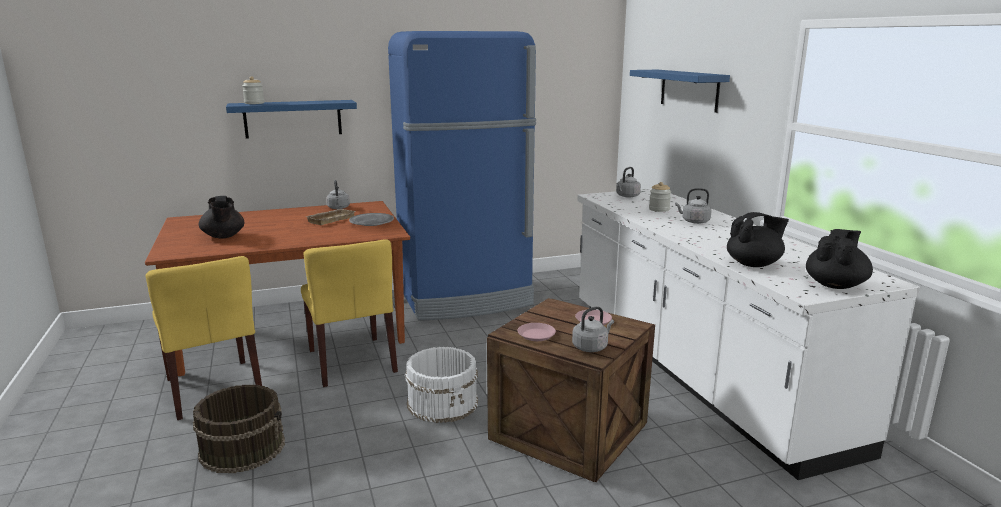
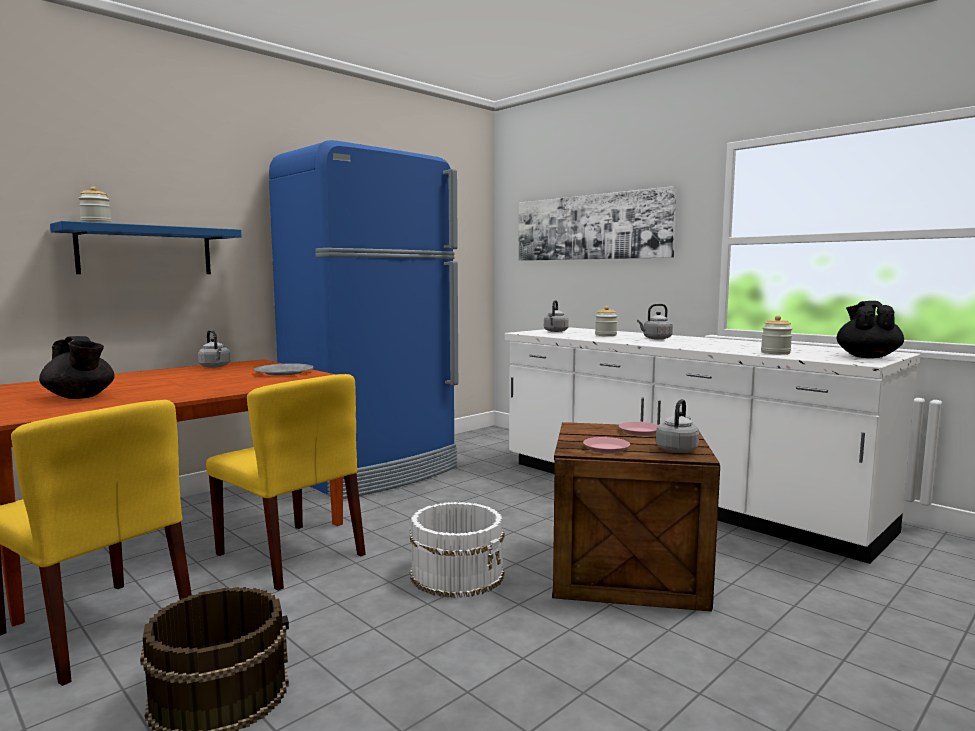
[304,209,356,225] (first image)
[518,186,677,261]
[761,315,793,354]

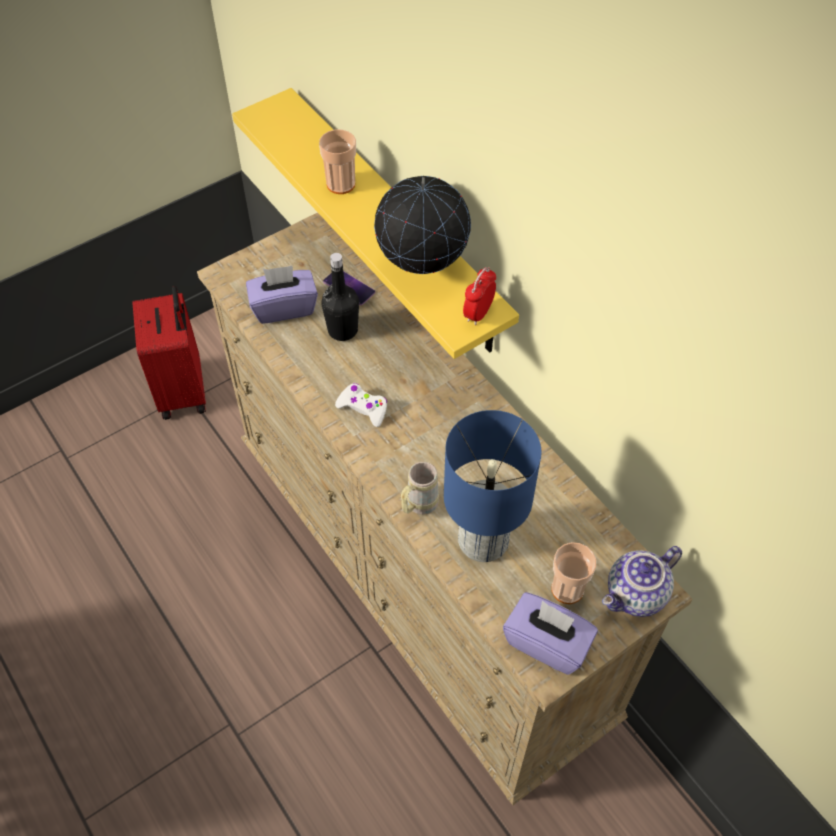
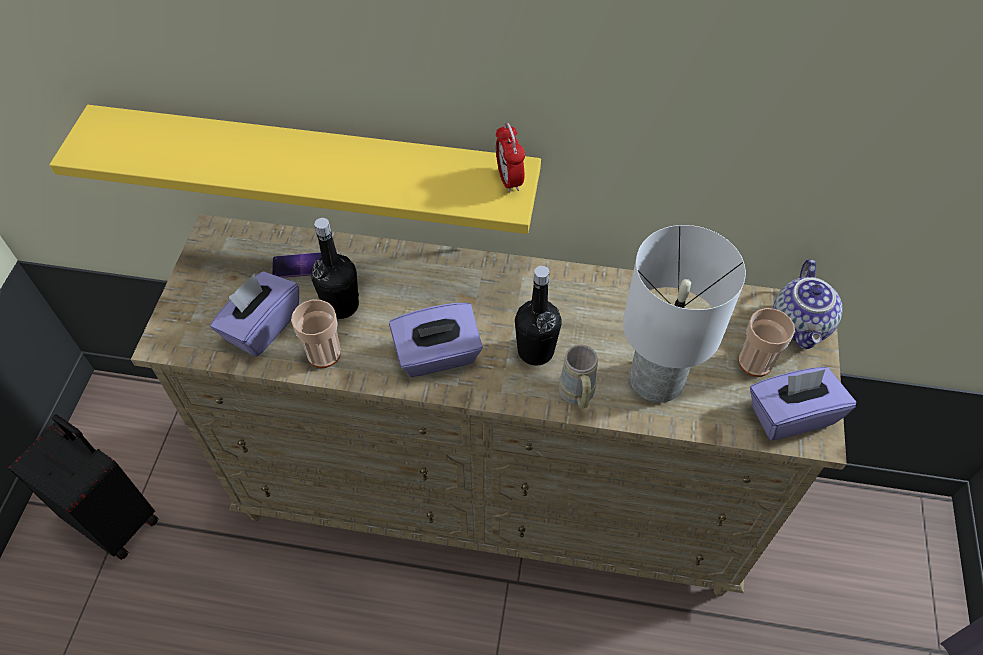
[374,176,471,274] (first image)
[515,266,562,366]
[291,300,341,368]
[389,303,483,377]
[8,414,158,560]
[623,225,746,403]

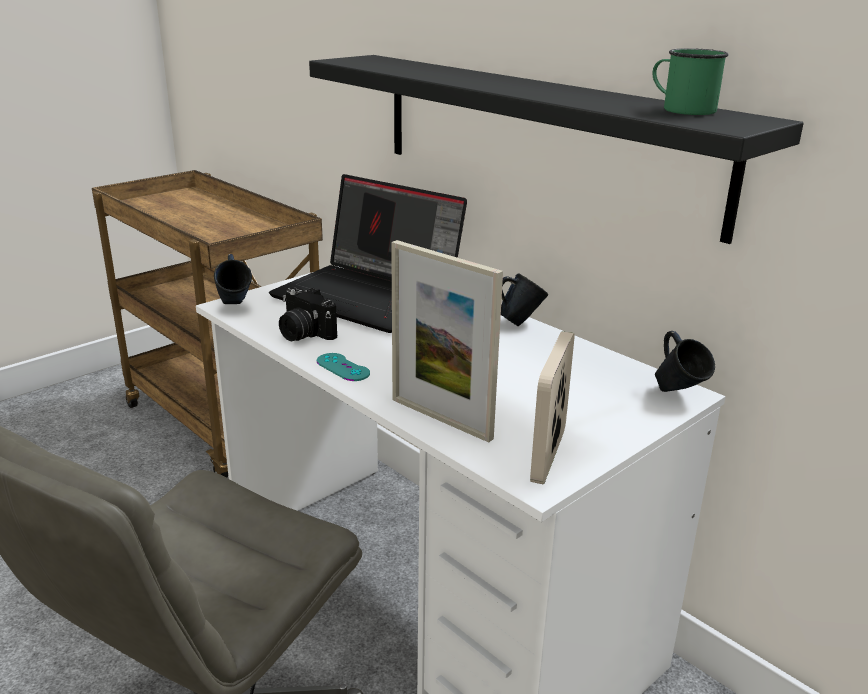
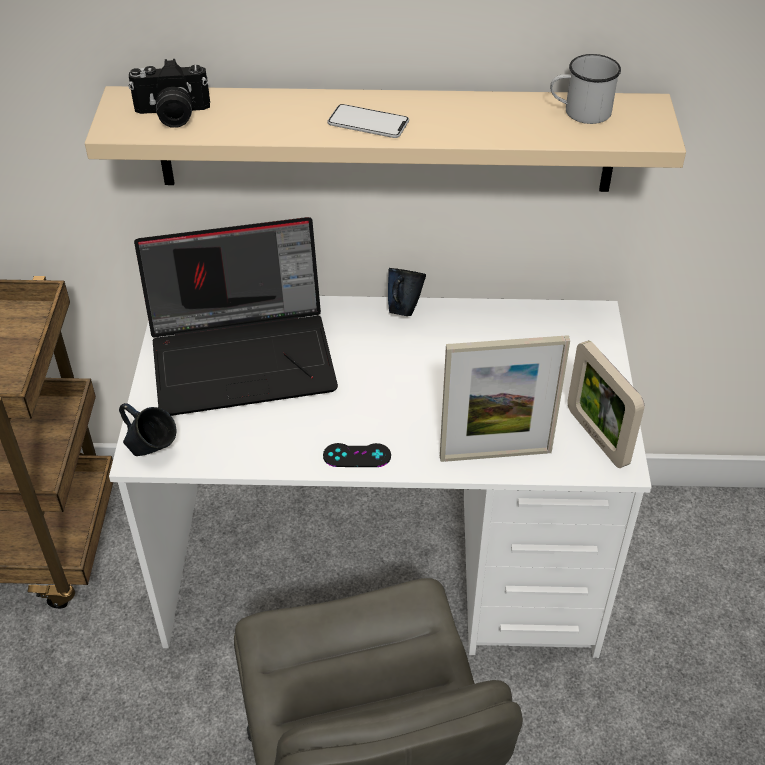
[655,331,715,392] (first image)
[327,104,409,138]
[128,59,210,128]
[85,86,686,192]
[323,443,391,467]
[550,54,621,124]

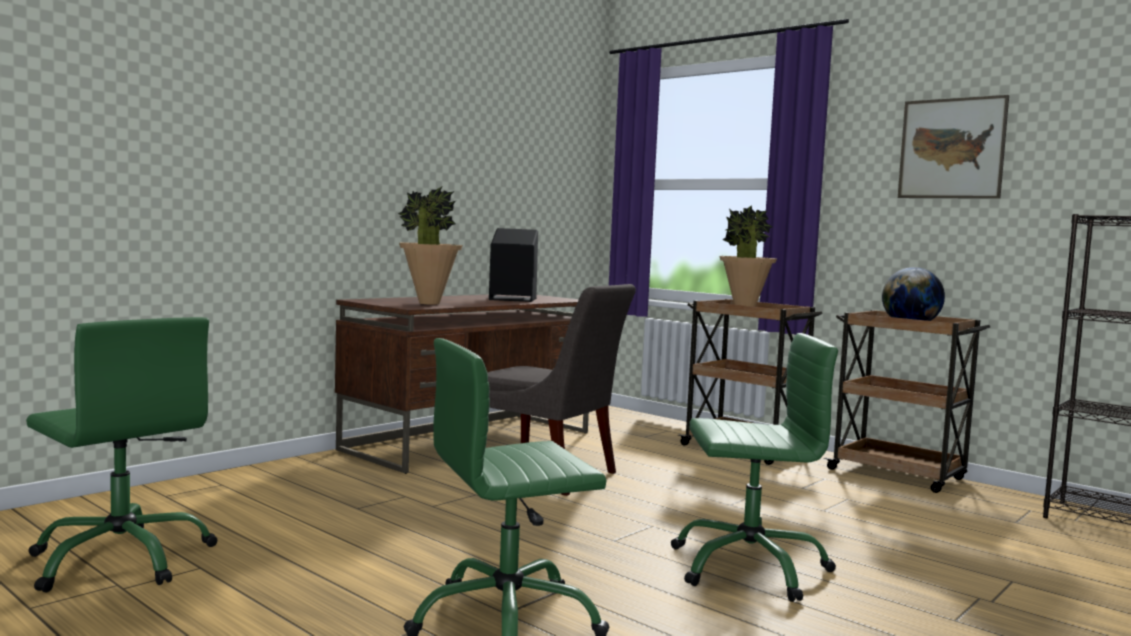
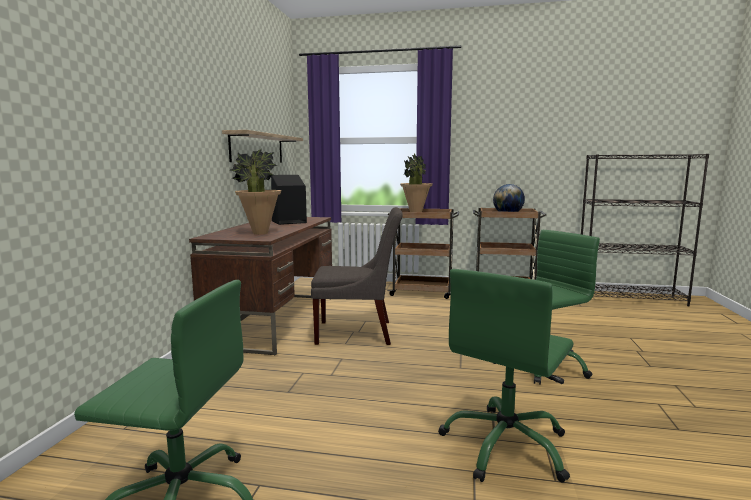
[898,95,1009,199] (first image)
[222,130,303,162]

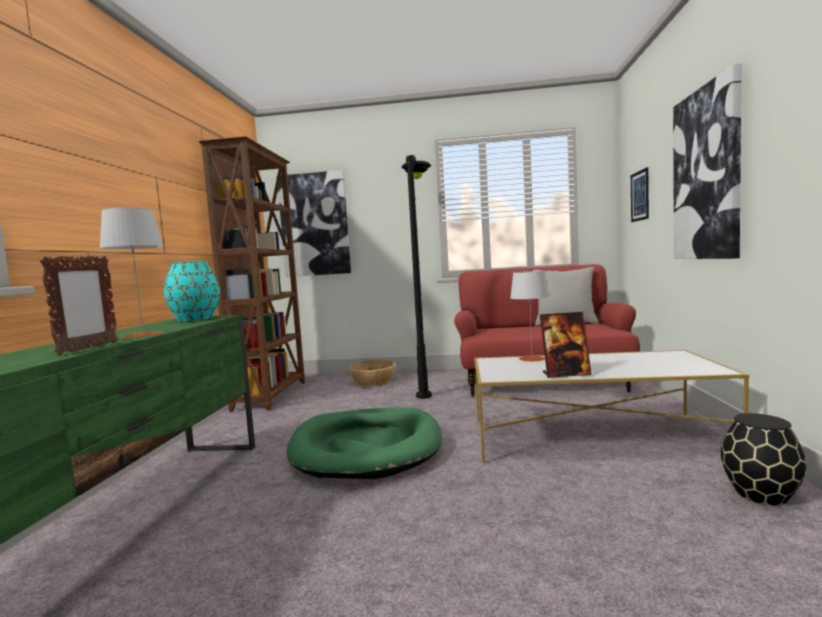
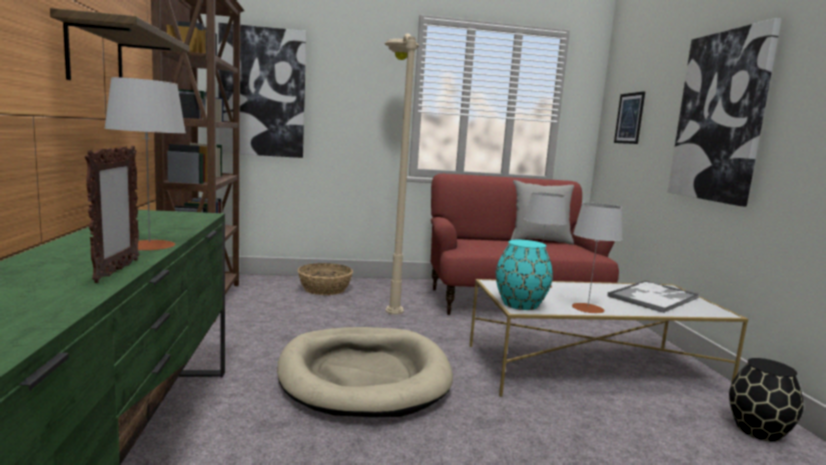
[50,8,189,80]
[608,280,699,313]
[496,240,553,310]
[572,203,623,313]
[277,327,453,417]
[384,34,419,315]

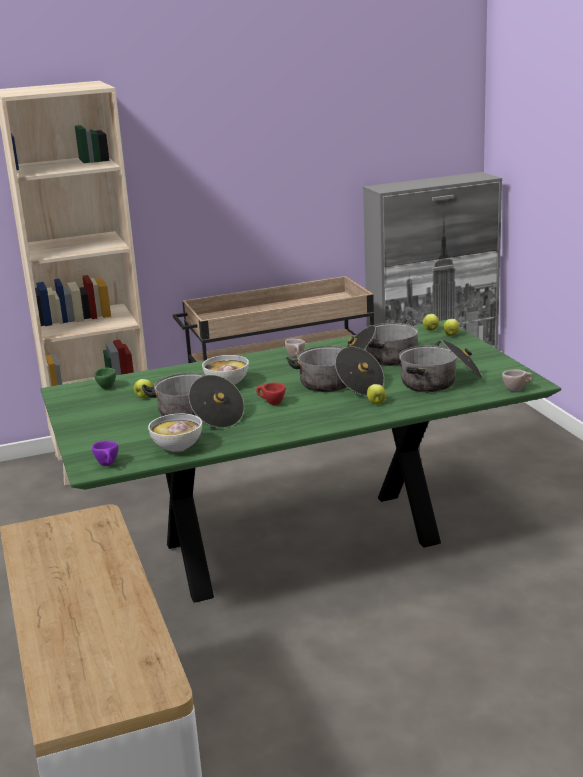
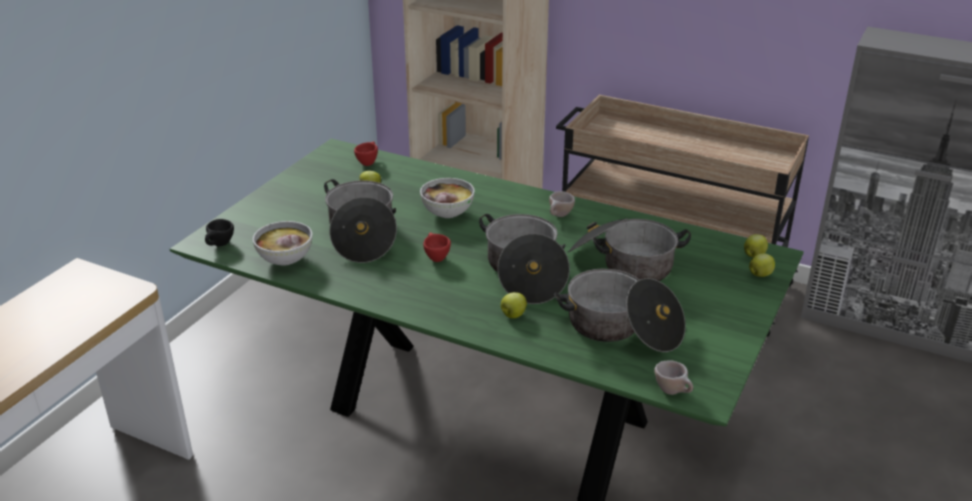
[205,219,234,246]
[354,141,378,166]

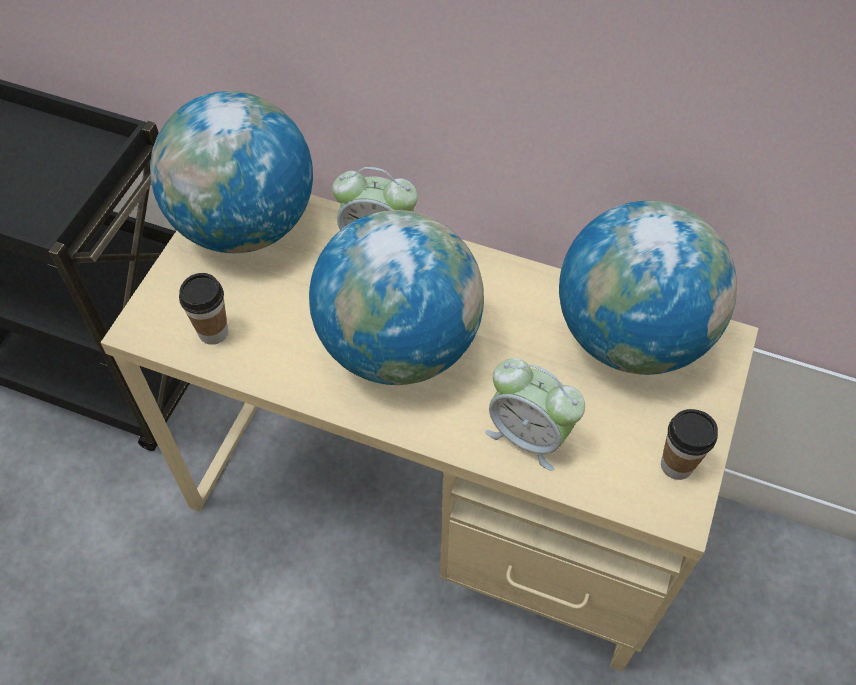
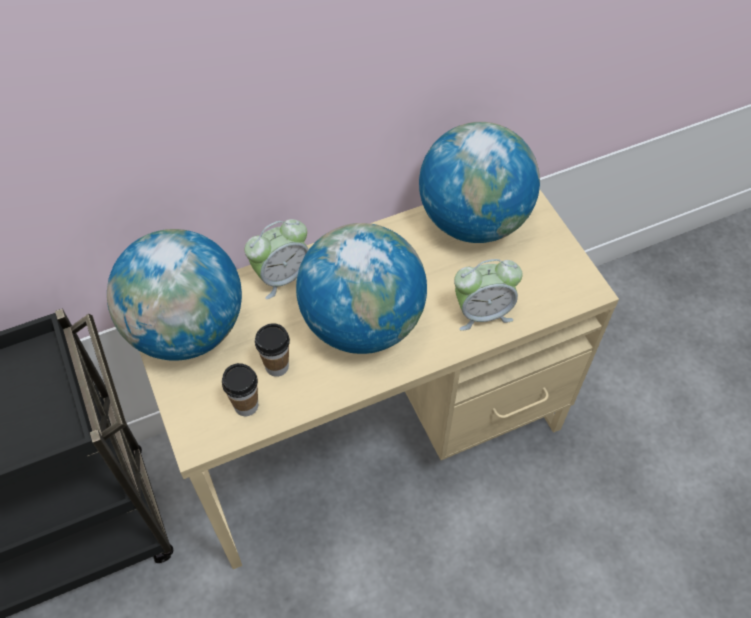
[255,323,290,377]

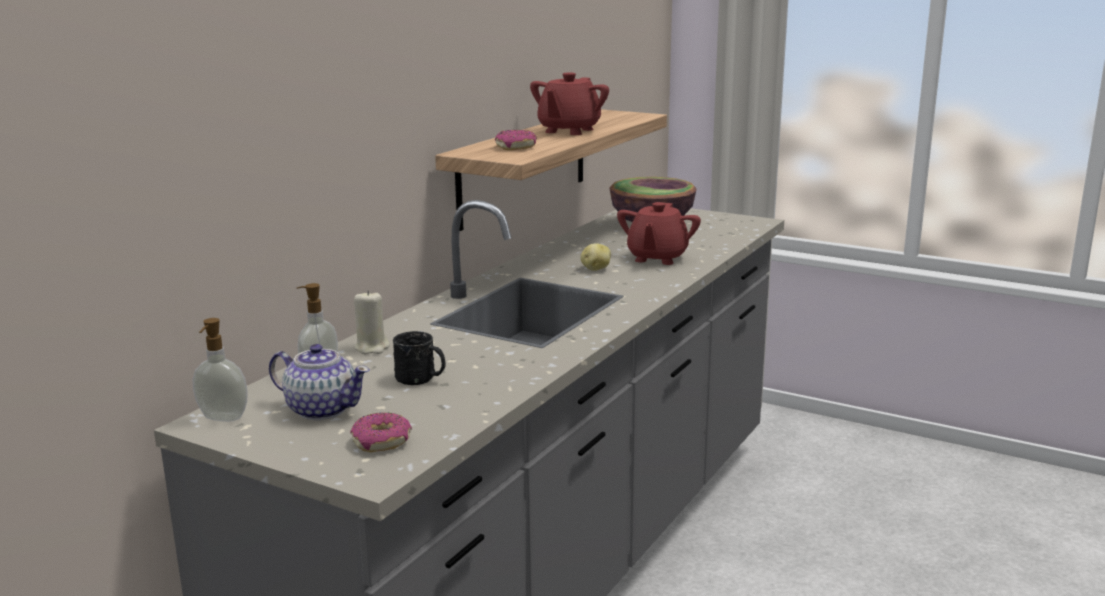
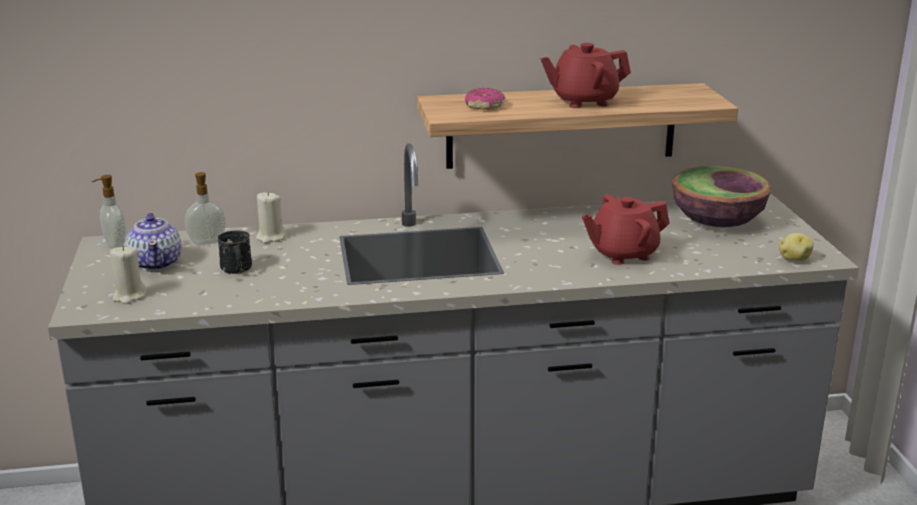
[779,233,813,261]
[110,246,147,304]

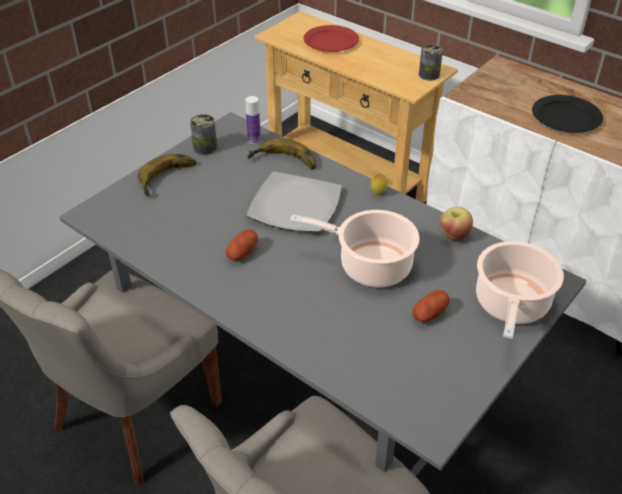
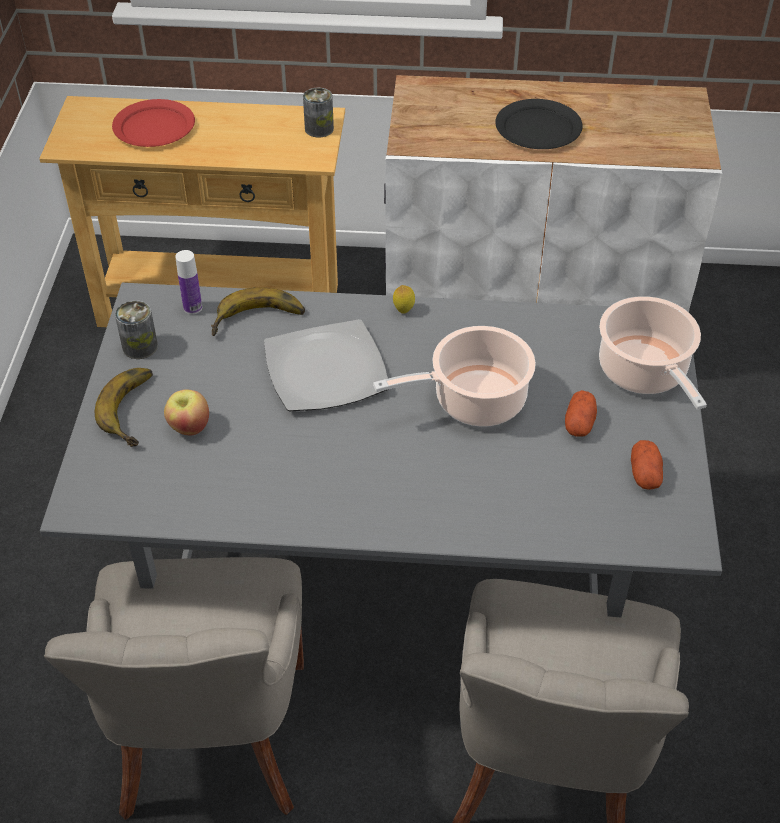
[631,440,663,490]
[164,389,209,435]

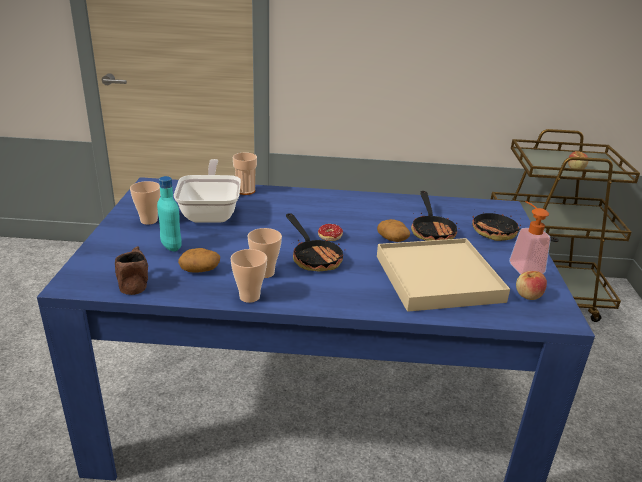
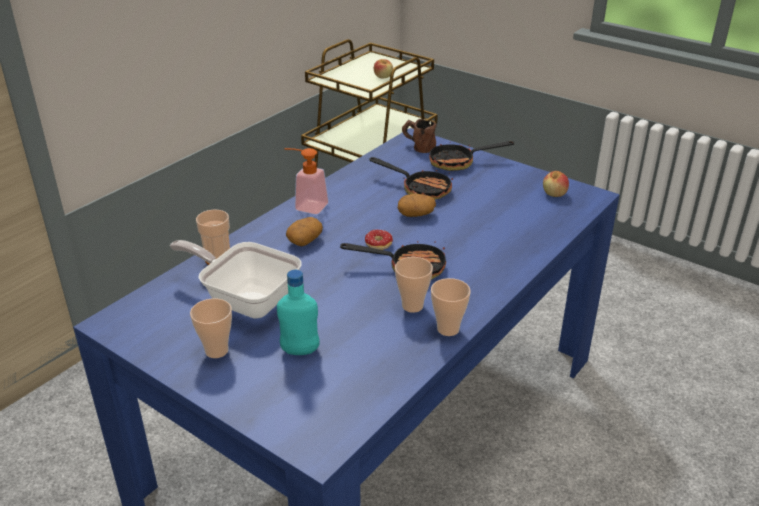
[377,238,510,312] (first image)
[402,119,437,153]
[286,217,323,246]
[285,148,329,215]

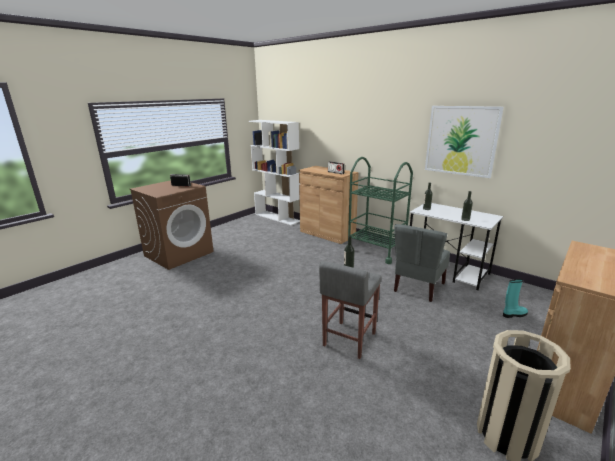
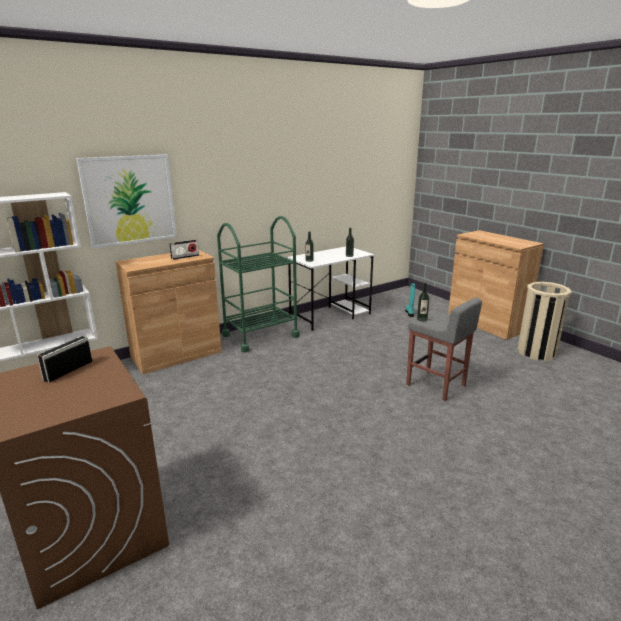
[394,224,450,302] (first image)
[76,155,177,248]

